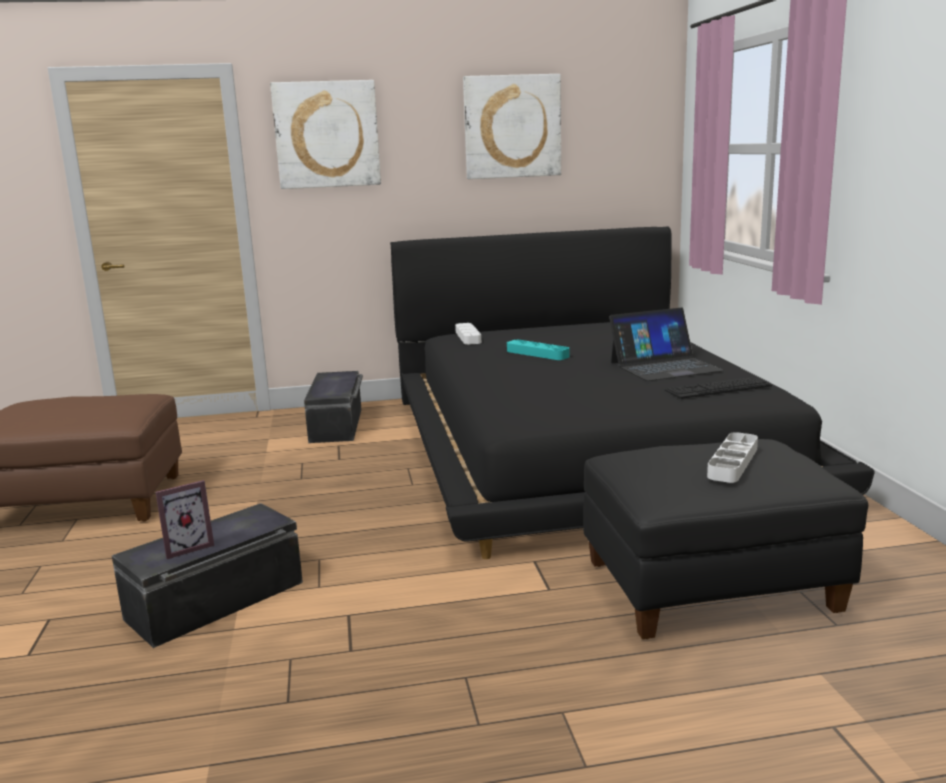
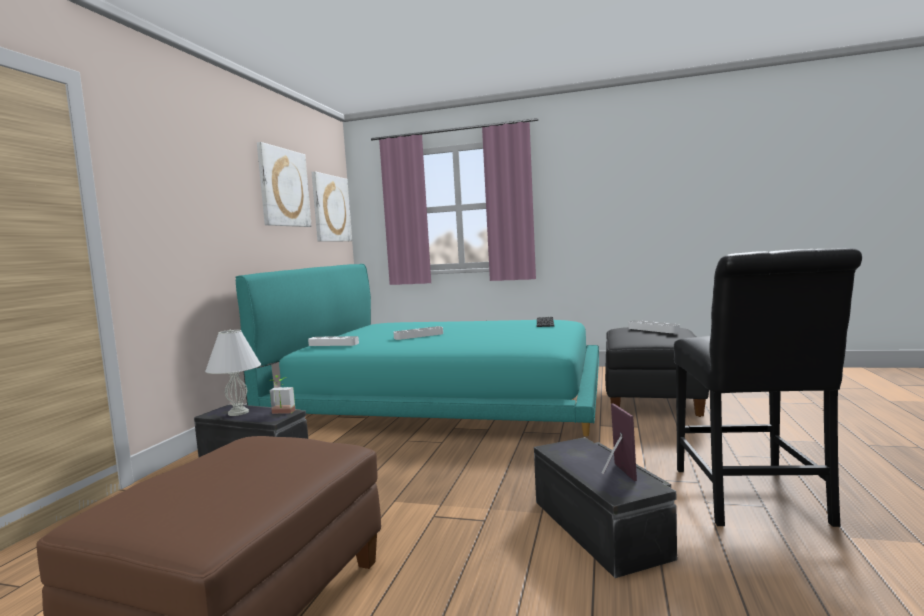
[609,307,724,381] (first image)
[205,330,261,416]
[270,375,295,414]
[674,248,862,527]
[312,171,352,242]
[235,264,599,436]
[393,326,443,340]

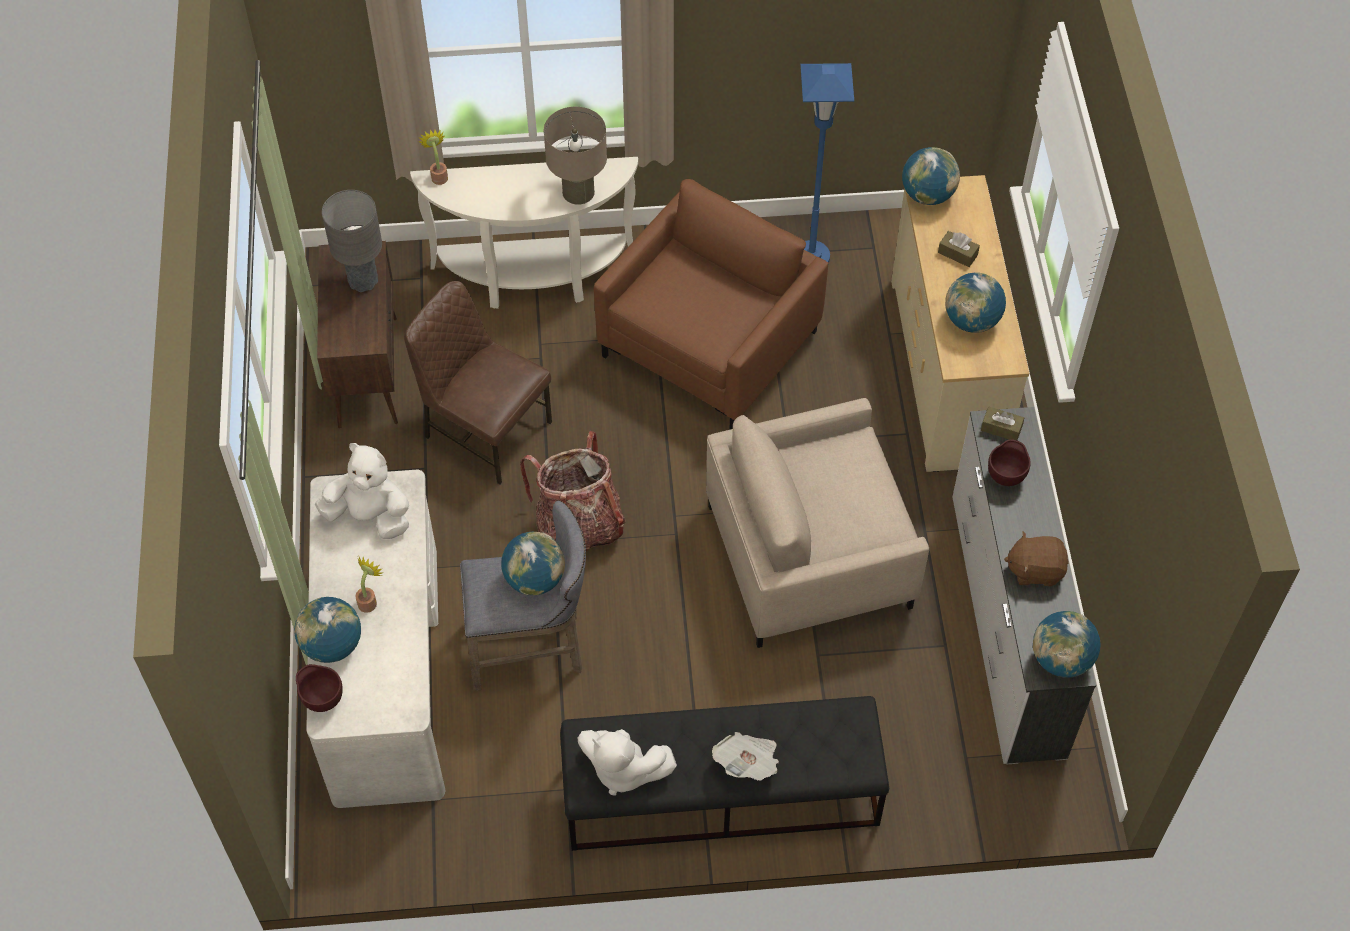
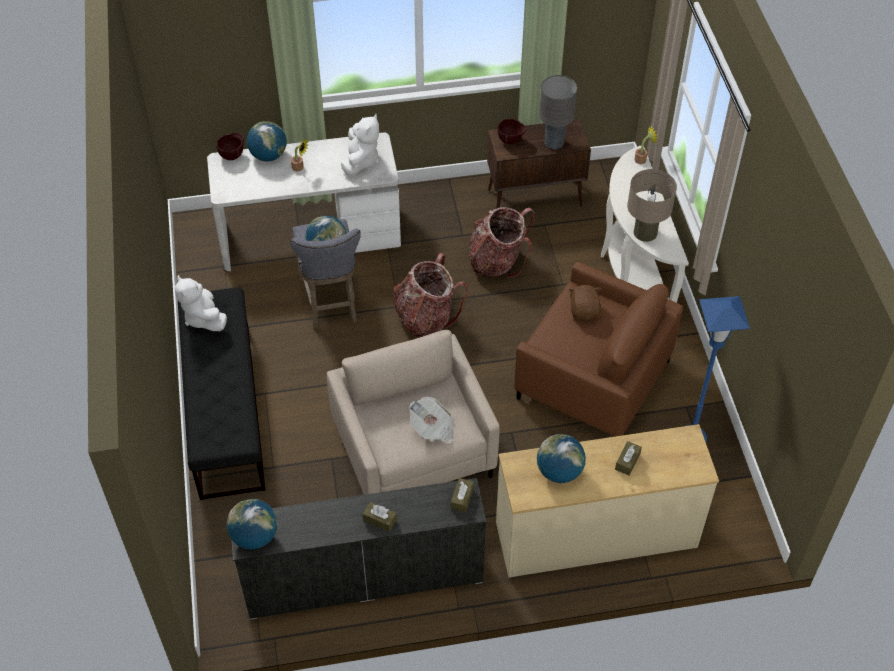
[902,147,960,205] (first image)
[363,502,397,532]
[409,397,455,443]
[498,119,526,144]
[569,285,601,320]
[469,207,535,278]
[174,275,227,331]

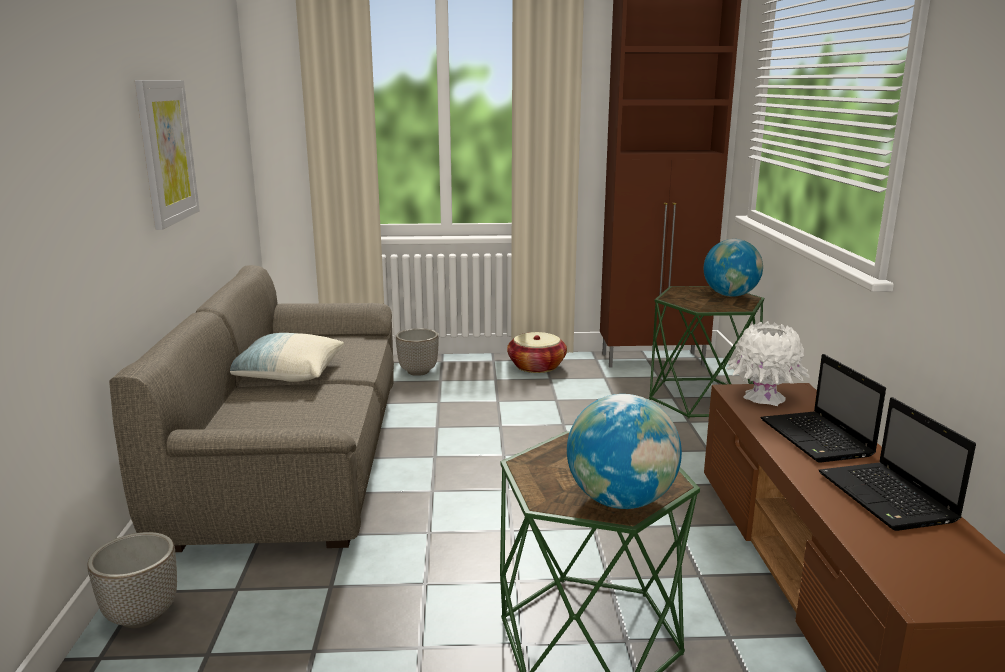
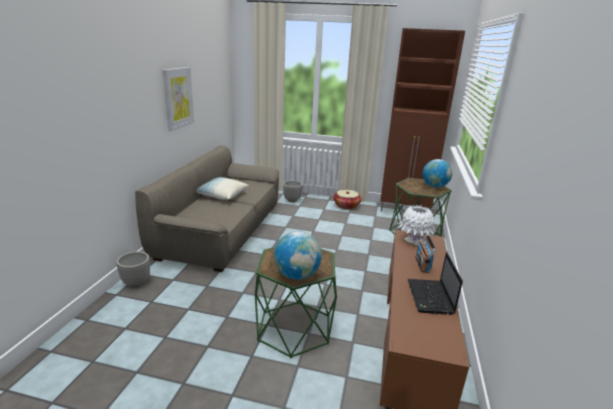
[416,235,436,273]

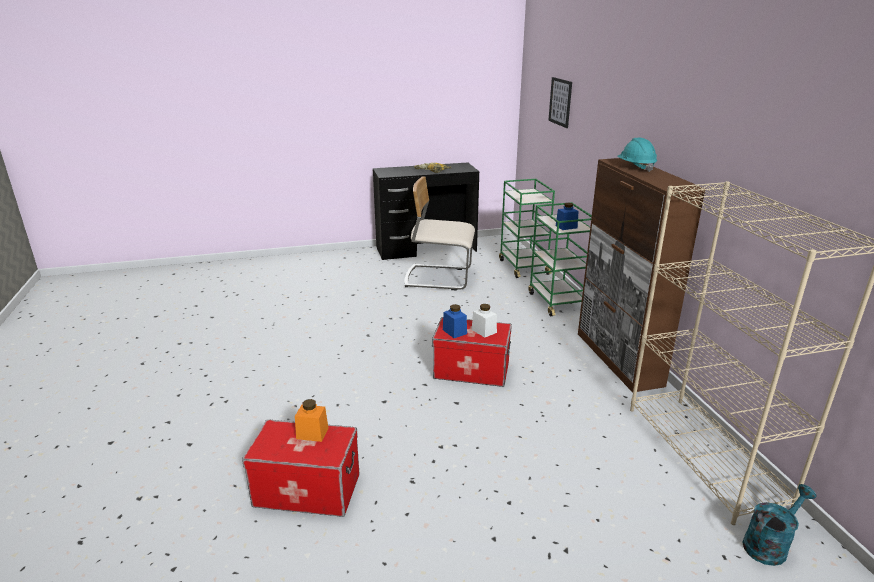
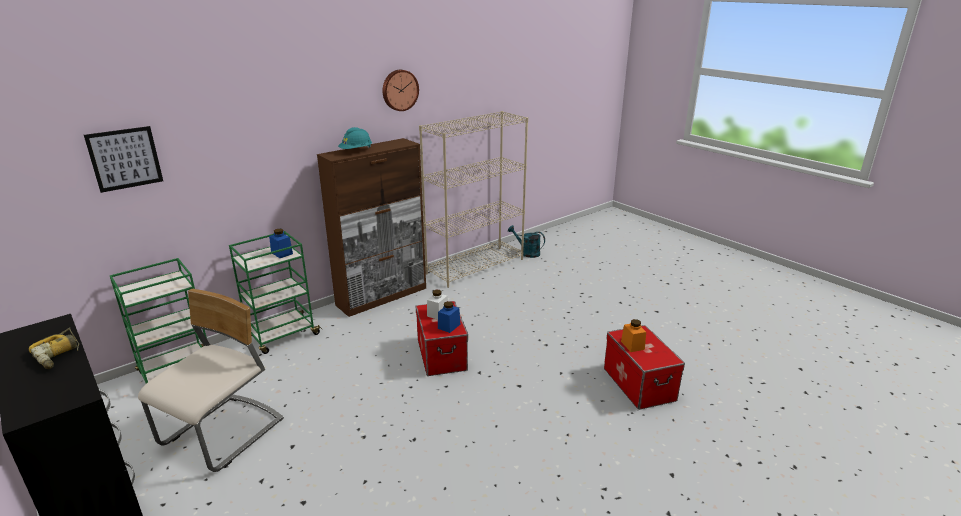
[382,70,419,111]
[138,289,284,472]

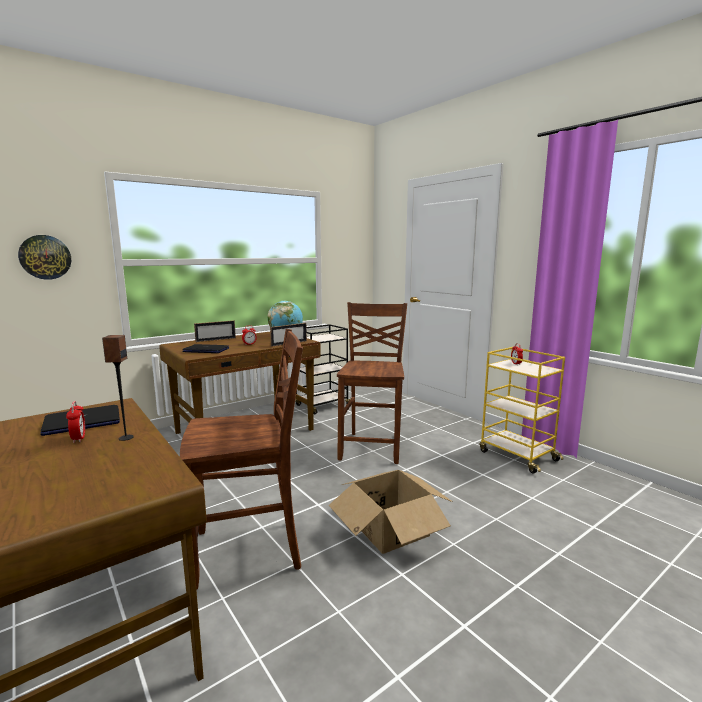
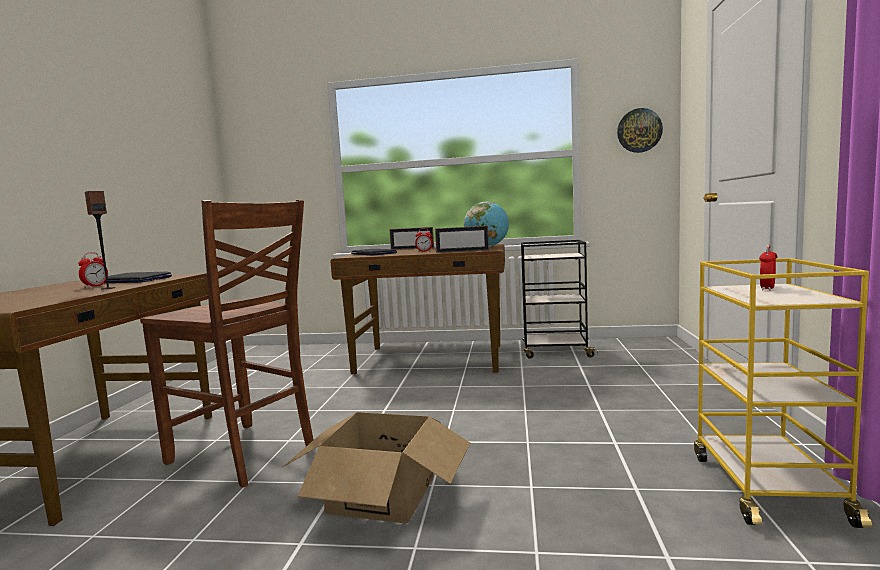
[337,302,407,464] (first image)
[617,108,663,153]

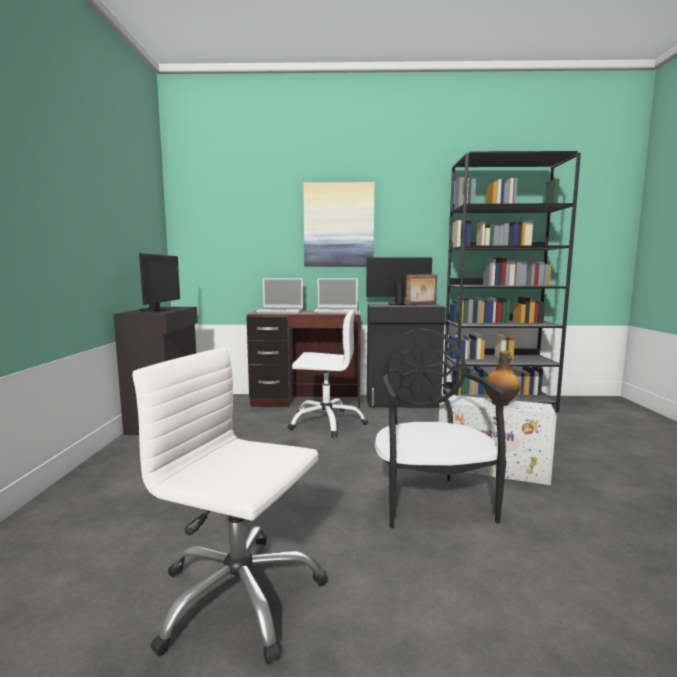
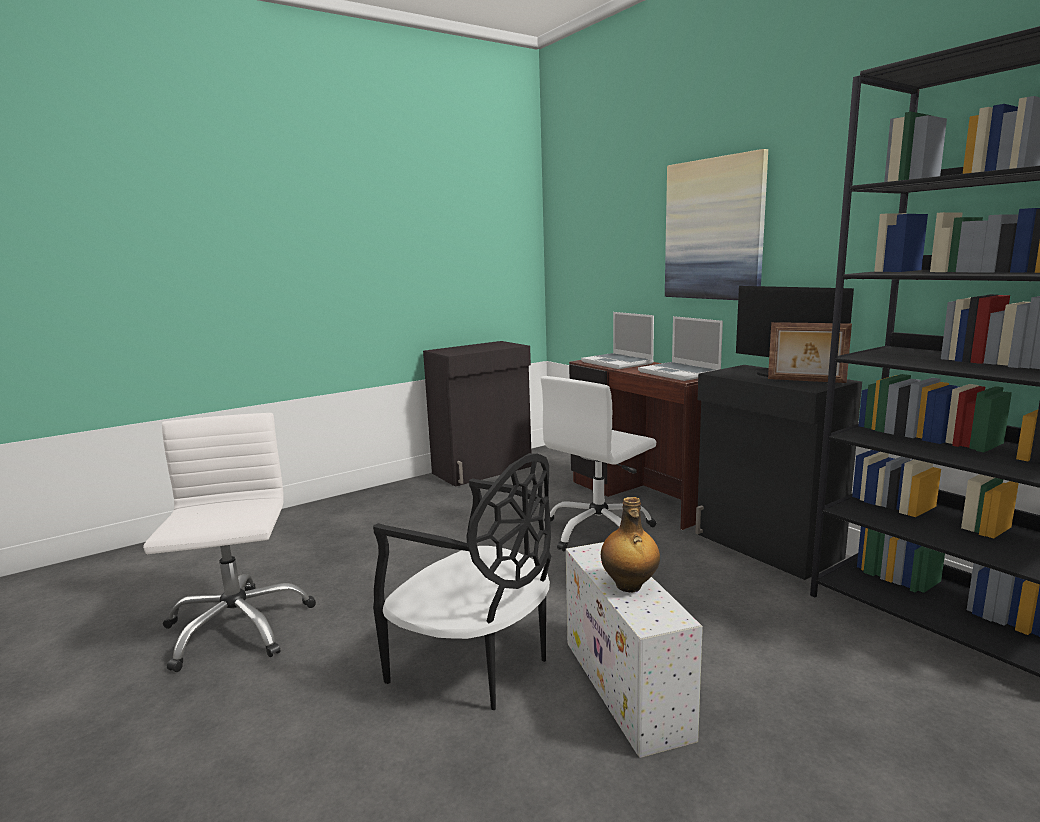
[139,253,180,312] (first image)
[541,376,656,551]
[373,453,551,710]

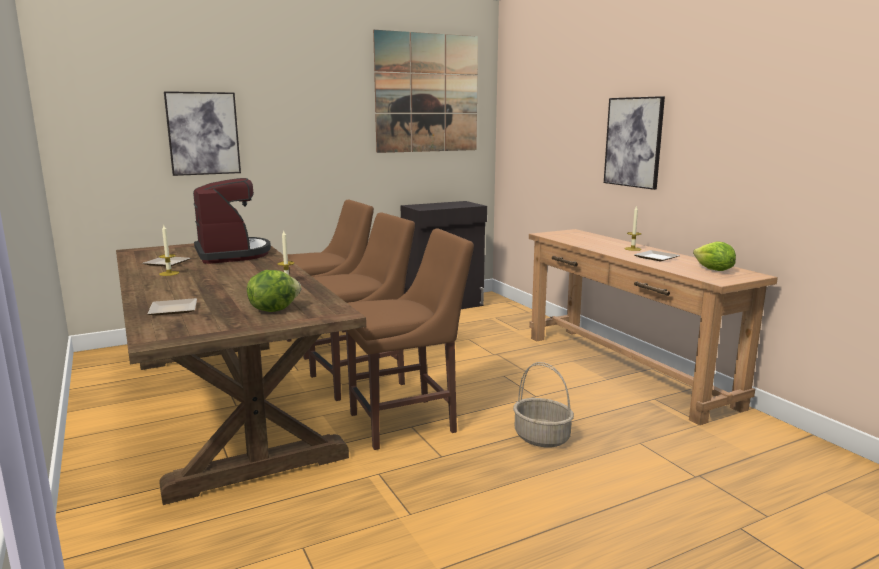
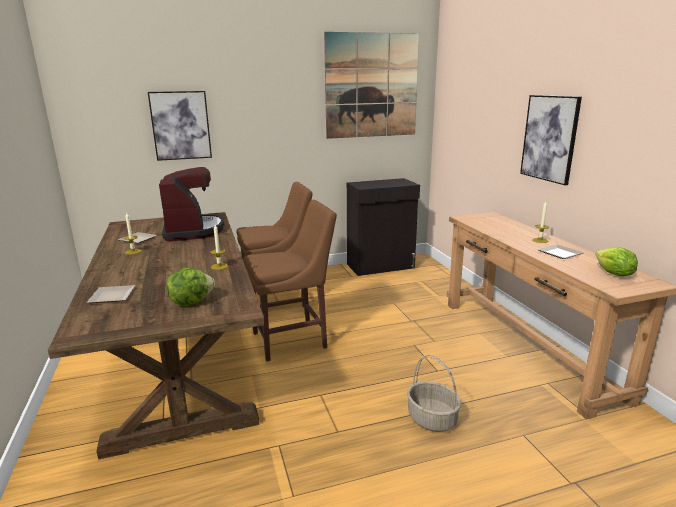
[346,229,474,450] (first image)

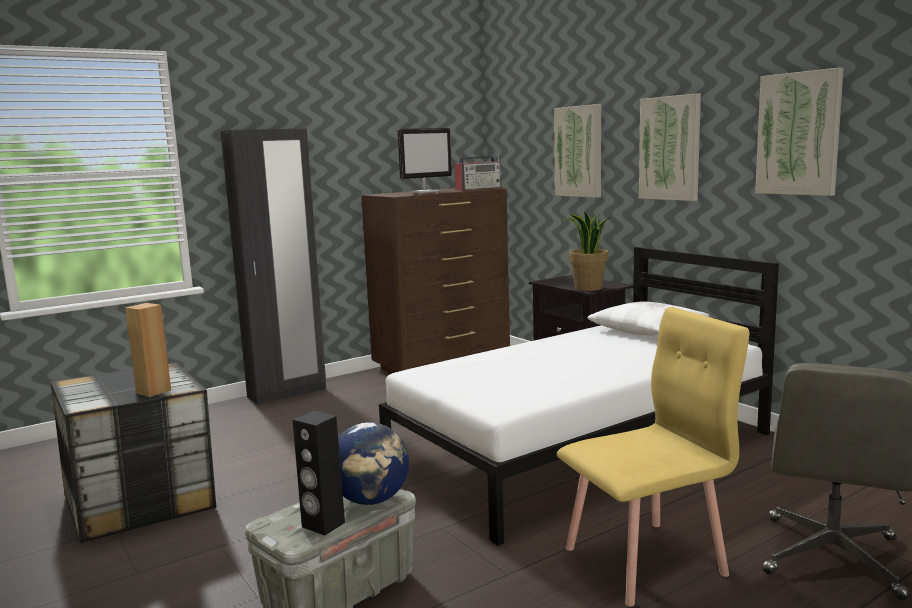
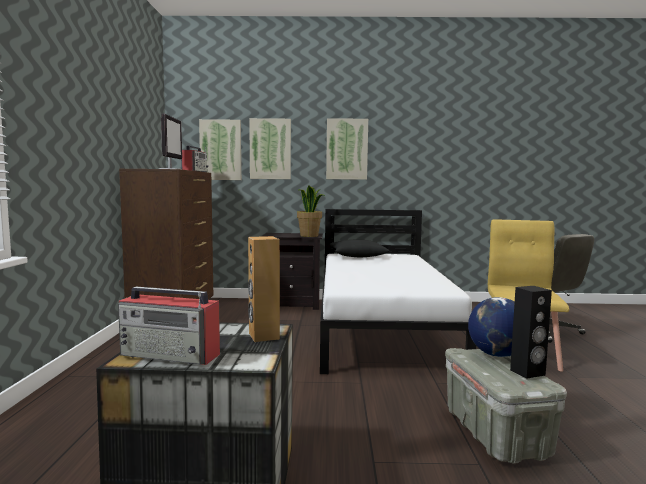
[221,129,326,405] (first image)
[118,287,220,365]
[199,119,241,180]
[330,240,389,257]

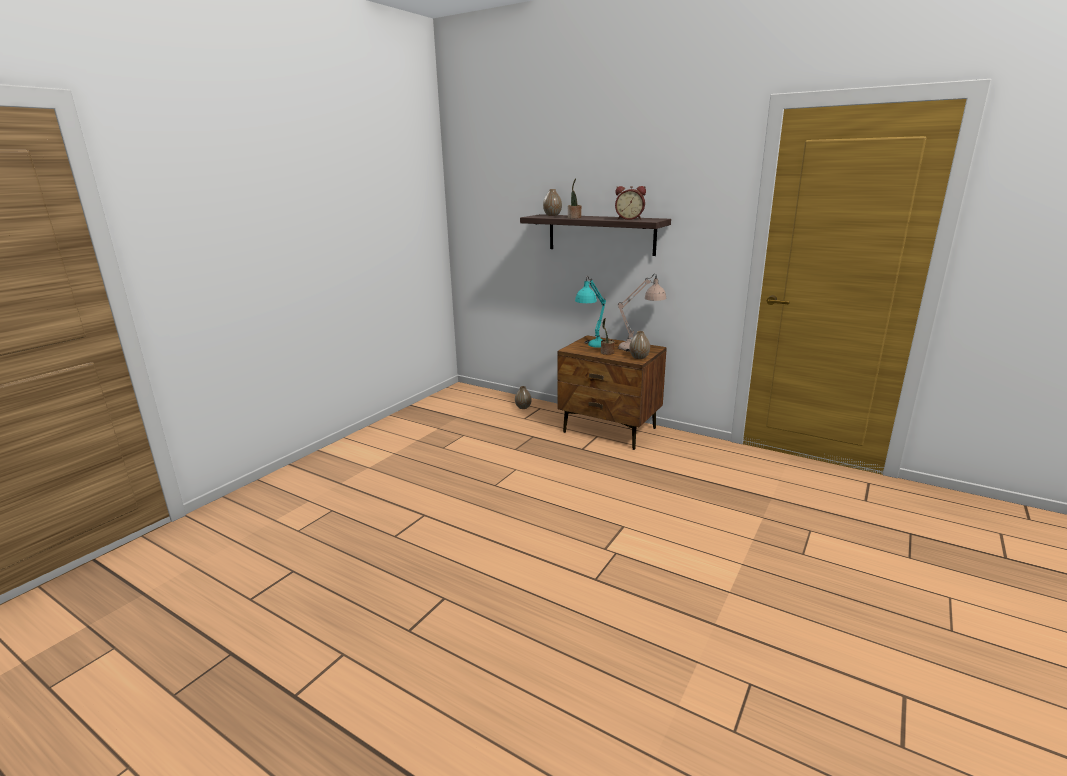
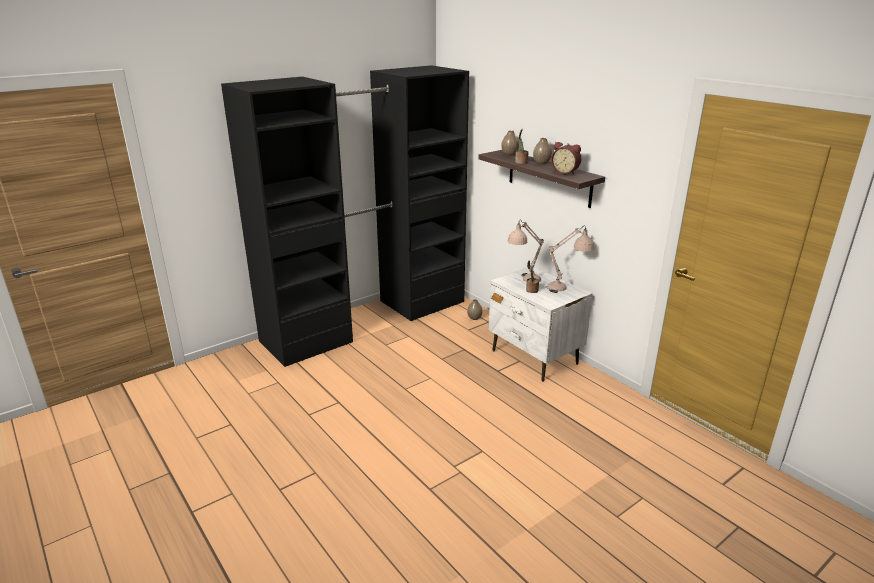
[221,65,469,367]
[533,138,552,164]
[489,267,593,382]
[508,220,544,282]

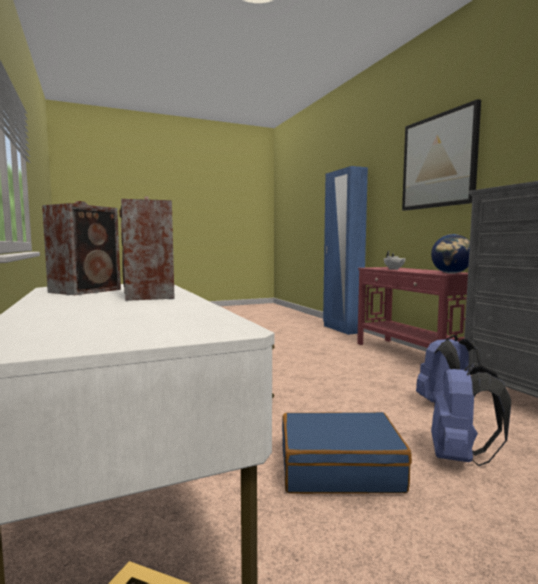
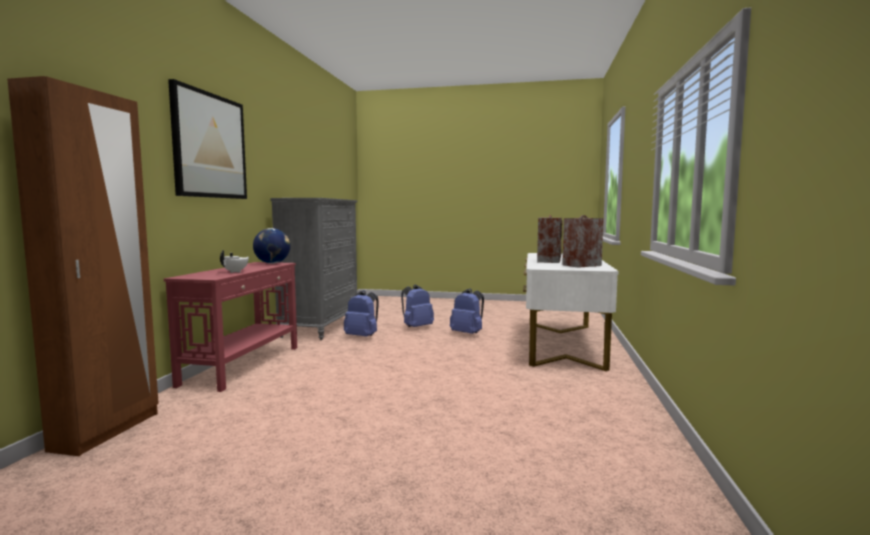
[450,289,484,334]
[7,76,159,456]

